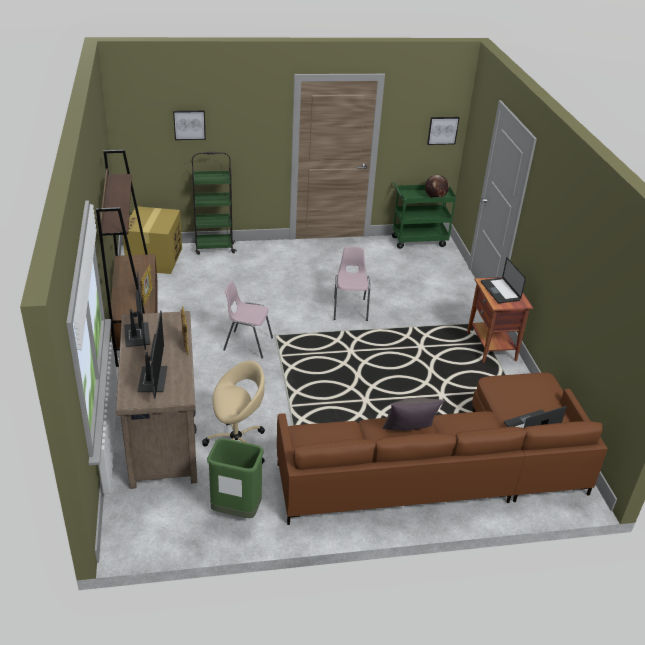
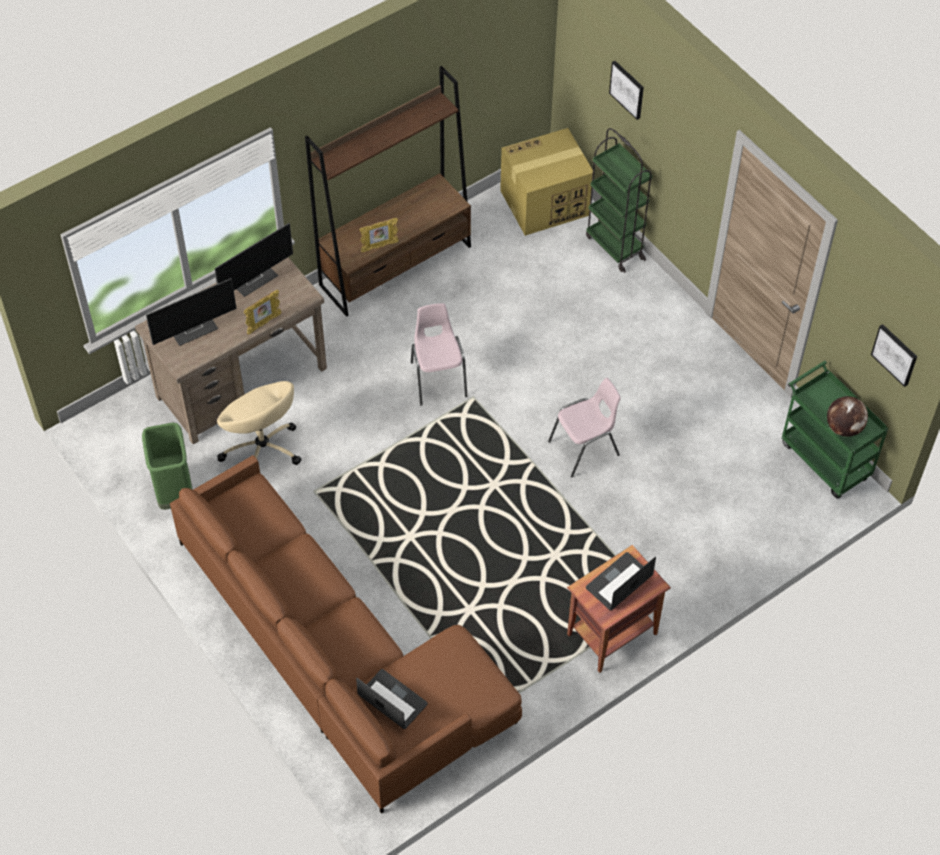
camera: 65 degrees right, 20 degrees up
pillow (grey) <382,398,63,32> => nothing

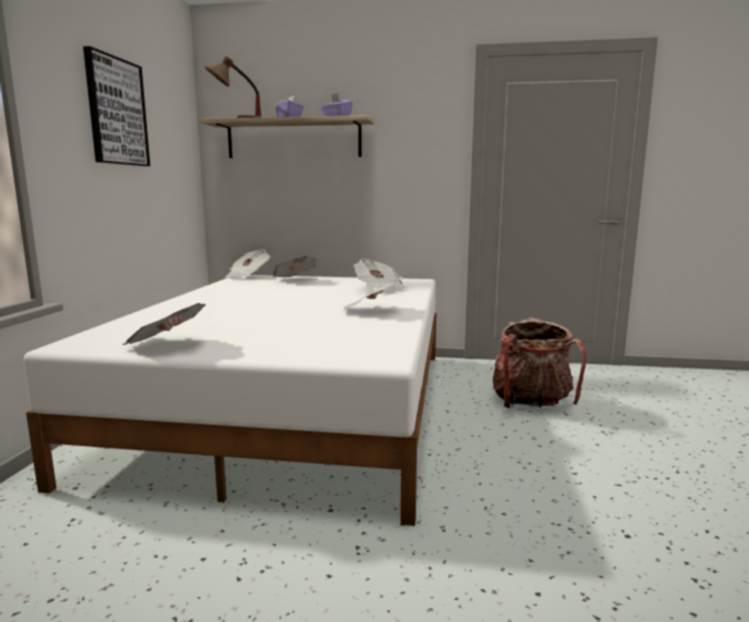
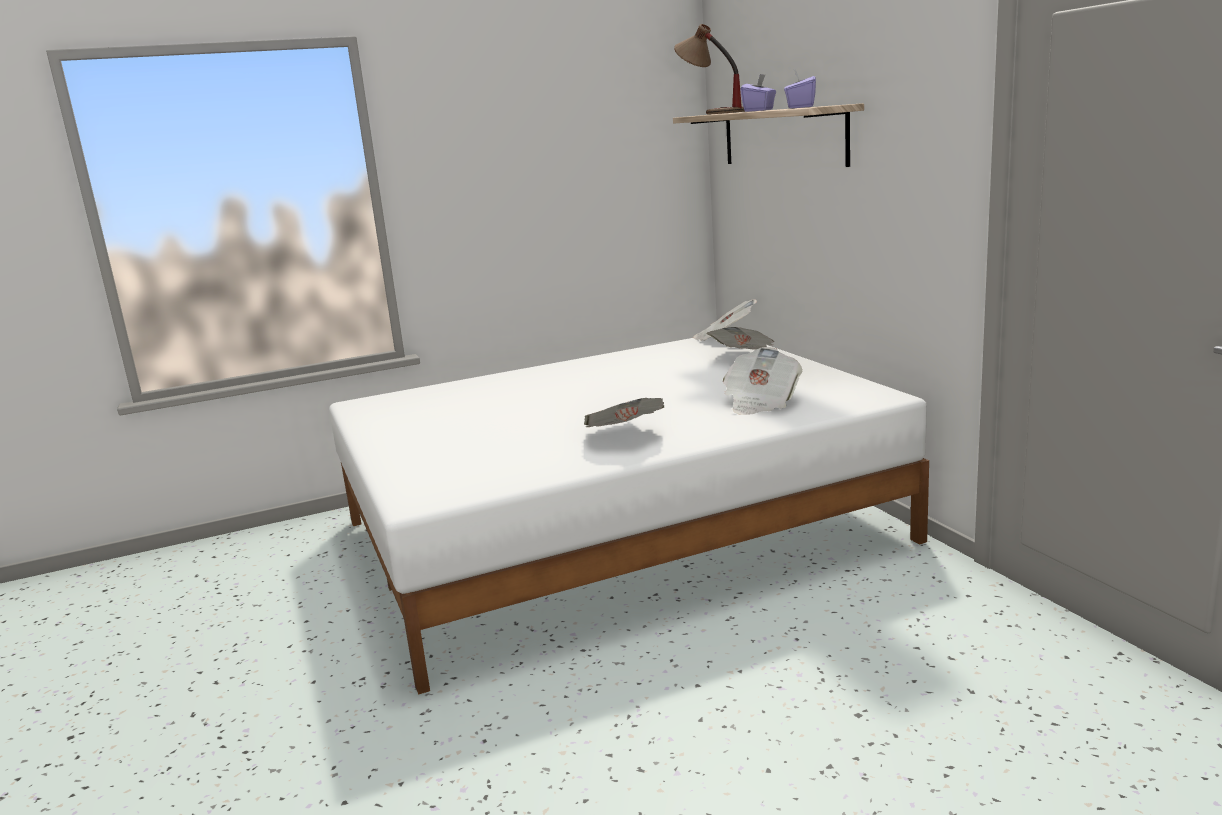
camera: 60 degrees right, 5 degrees up
picture <83,46,67,120> => nothing
newspaper <122,303,84,42> => nothing
backpack <493,318,93,90> => nothing

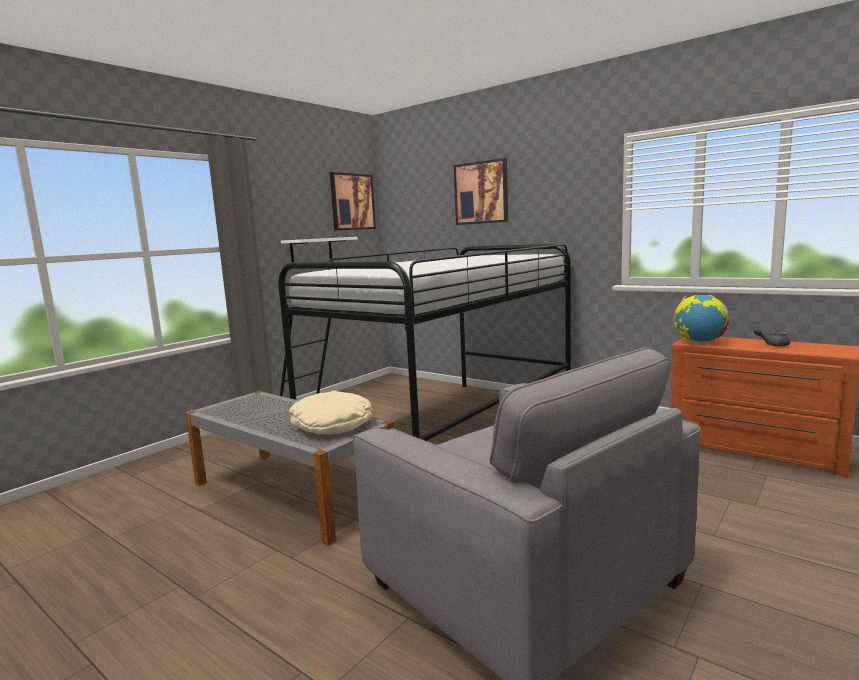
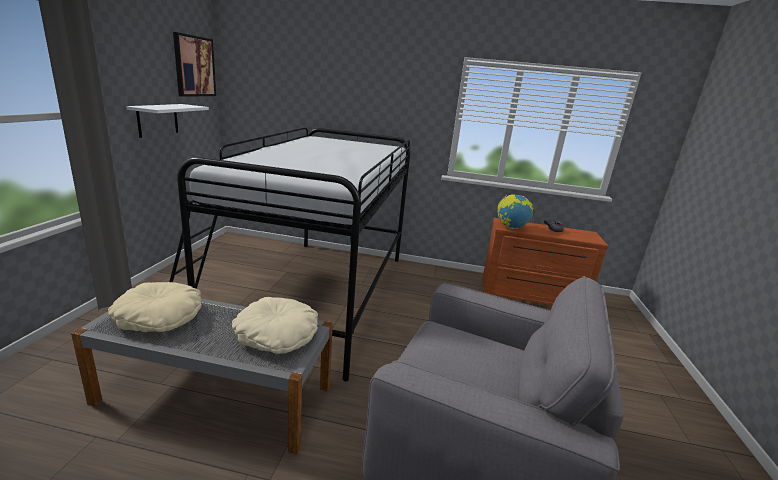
camera: 30 degrees left, 10 degrees up
picture <454,158,54,67> => nothing
nothing => pillow (beige) <108,282,94,50>

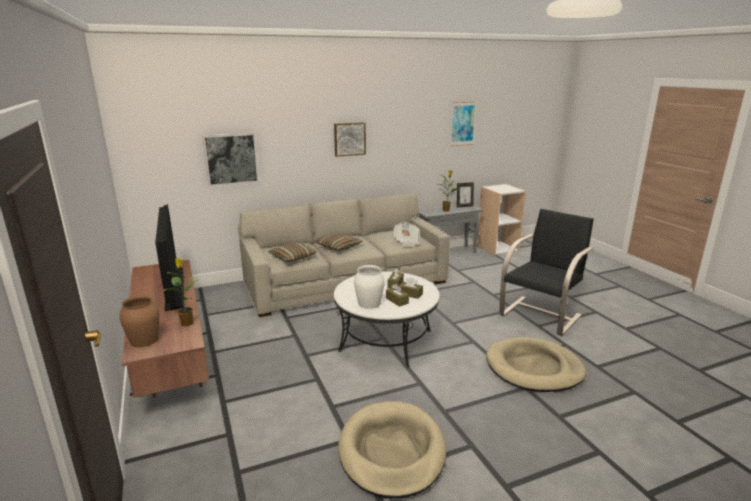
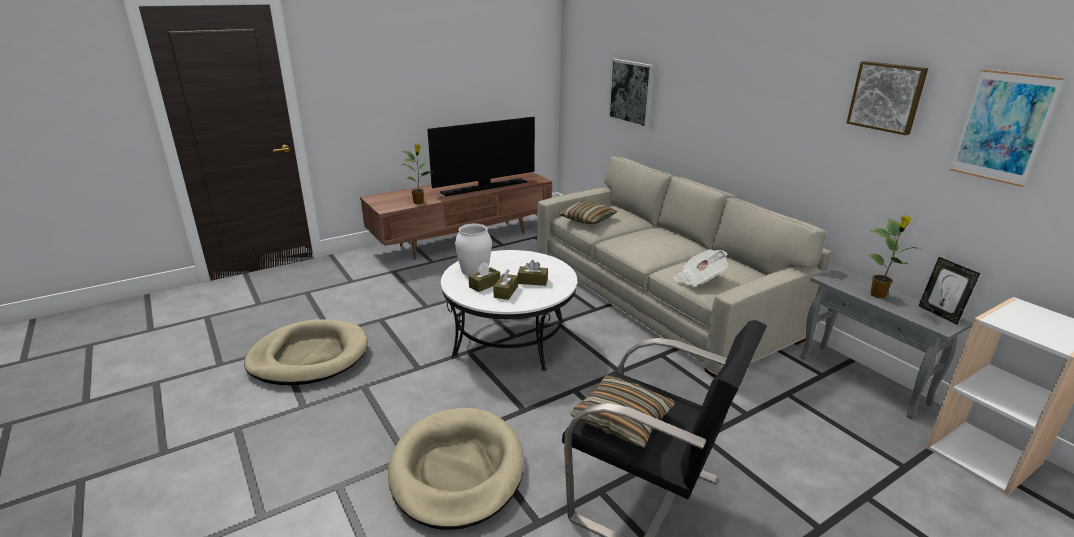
camera: 80 degrees right, 5 degrees up
vase (brown) <119,295,40,52> => nothing
pillow <316,233,47,18> => pillow <570,375,106,72>, moved
picture <334,122,32,35> => picture <847,61,81,74>, moved

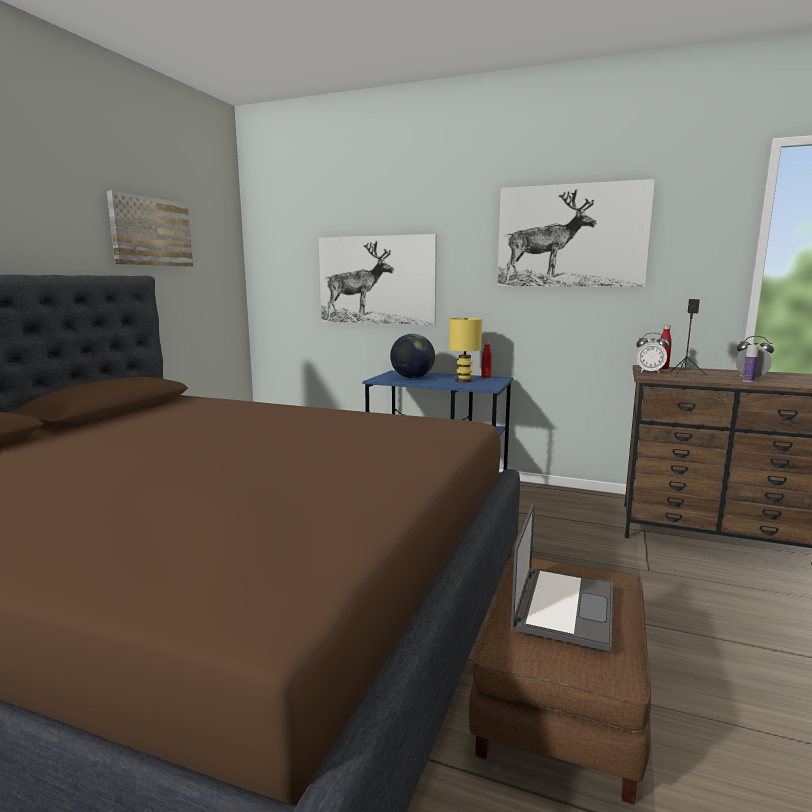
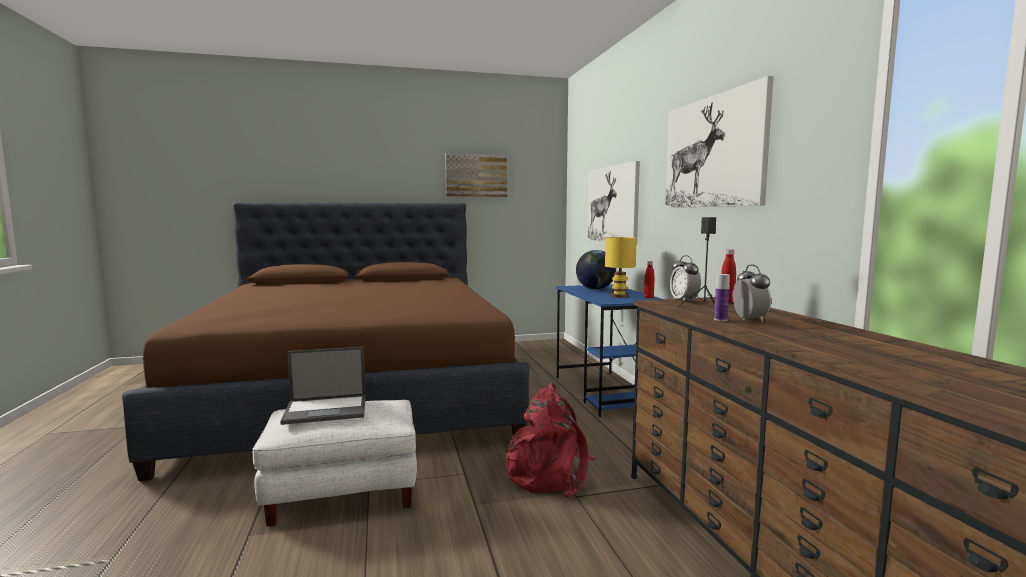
camera: 55 degrees right, 5 degrees down
nothing => backpack (red) <505,383,91,115>
ottoman (brown) <469,556,182,249> => ottoman (white) <253,400,164,126>

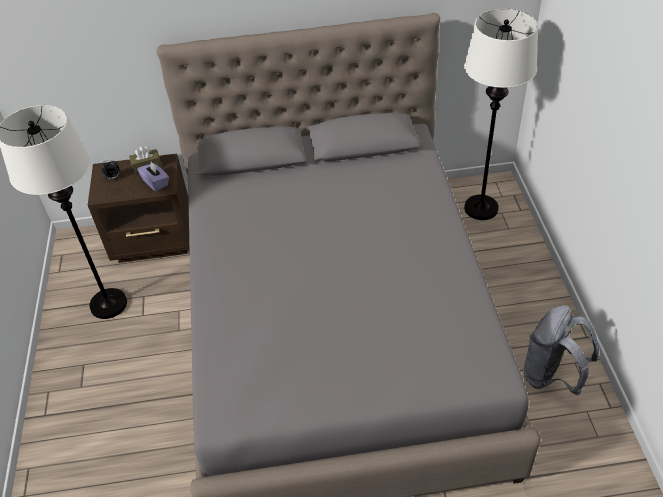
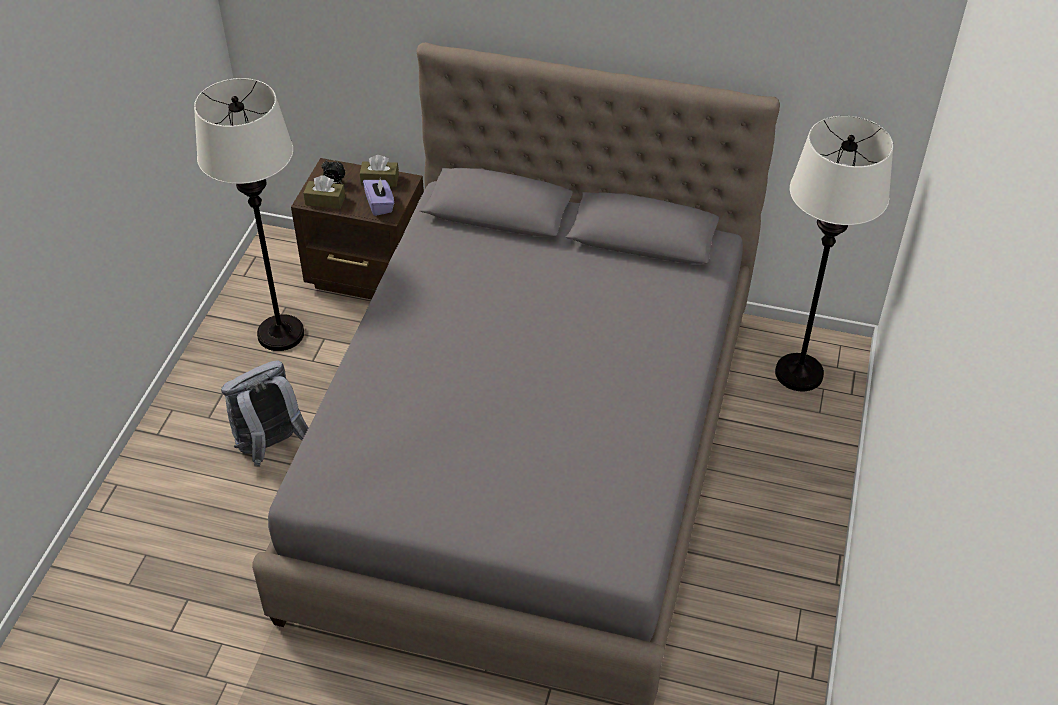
camera: 20 degrees right, 0 degrees up
nothing => tissue box (brown) <303,176,42,33>
backpack (grey) <524,305,75,90> => backpack (grey) <221,360,87,107>, moved

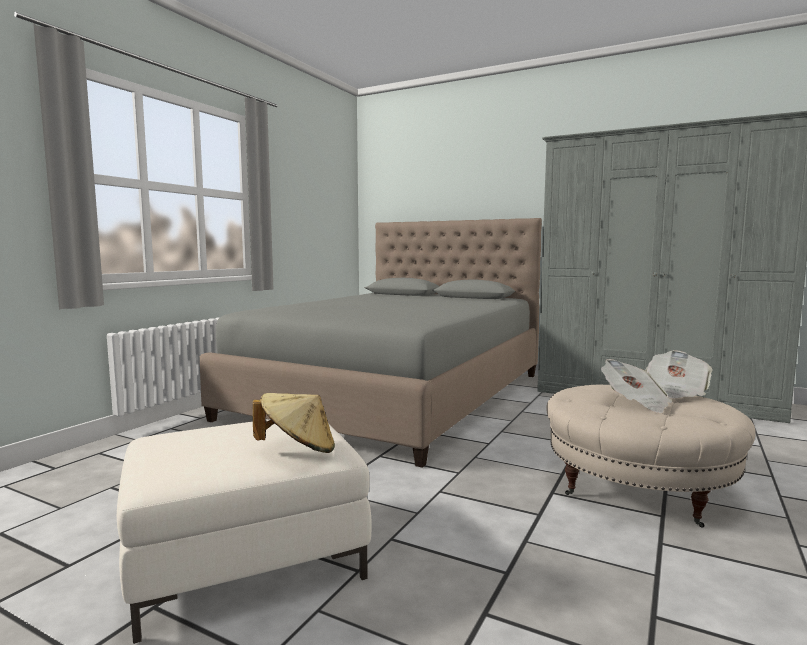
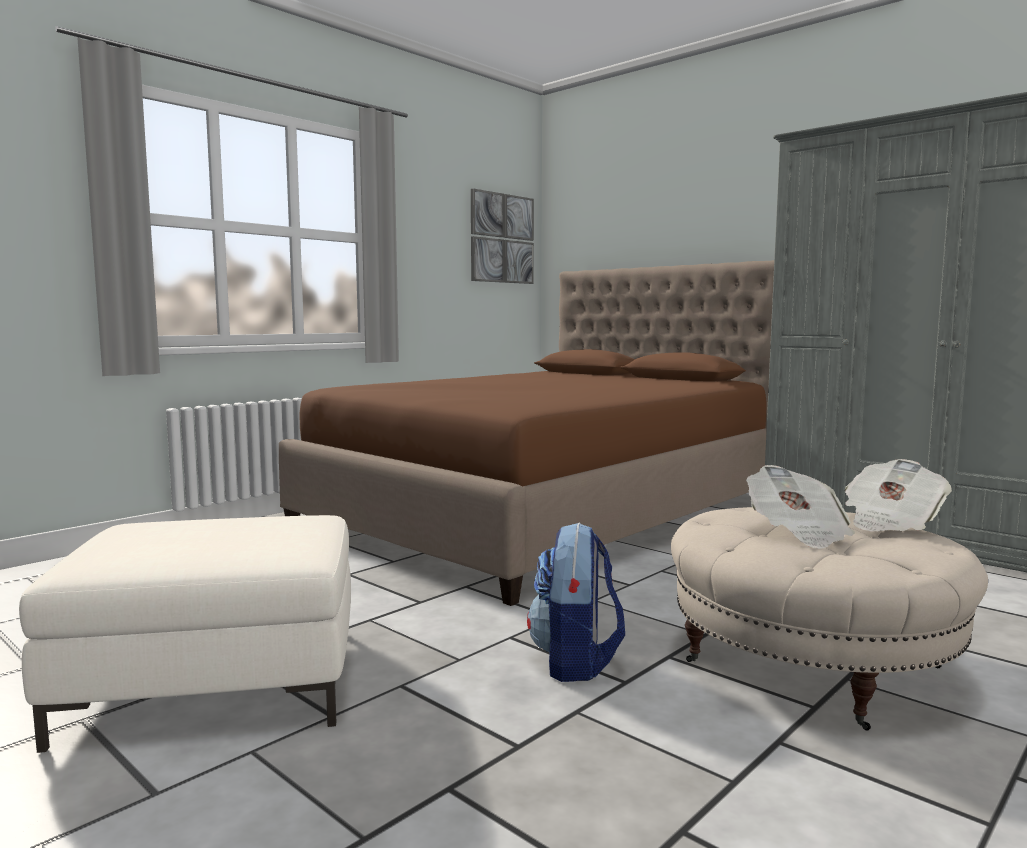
camera: 15 degrees right, 0 degrees up
hat (beige) <253,393,82,60> => nothing
nothing => picture <471,188,63,96>
nothing => backpack <527,523,98,159>
bed (grey) <200,218,342,250> => bed (brown) <279,260,495,346>

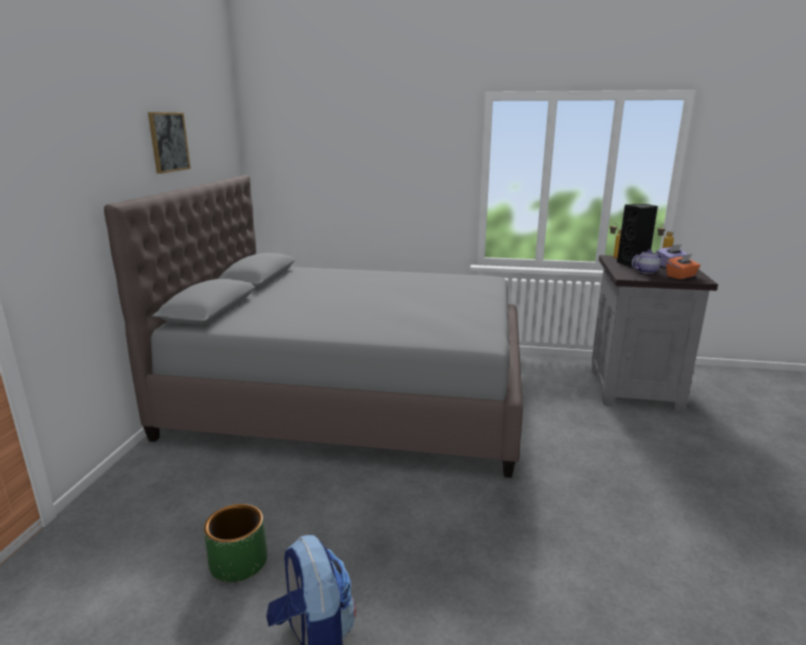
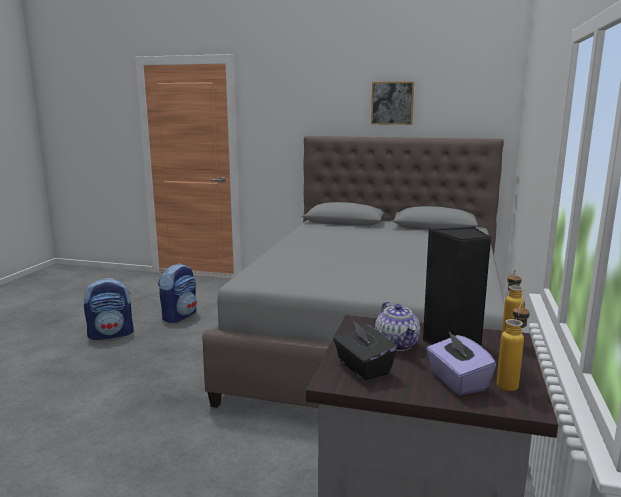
camera: 95 degrees right, 5 degrees down
planter (green) <204,504,63,78> => backpack <158,263,39,60>
tissue box (orange) <666,254,35,25> => tissue box (black) <333,319,64,61>

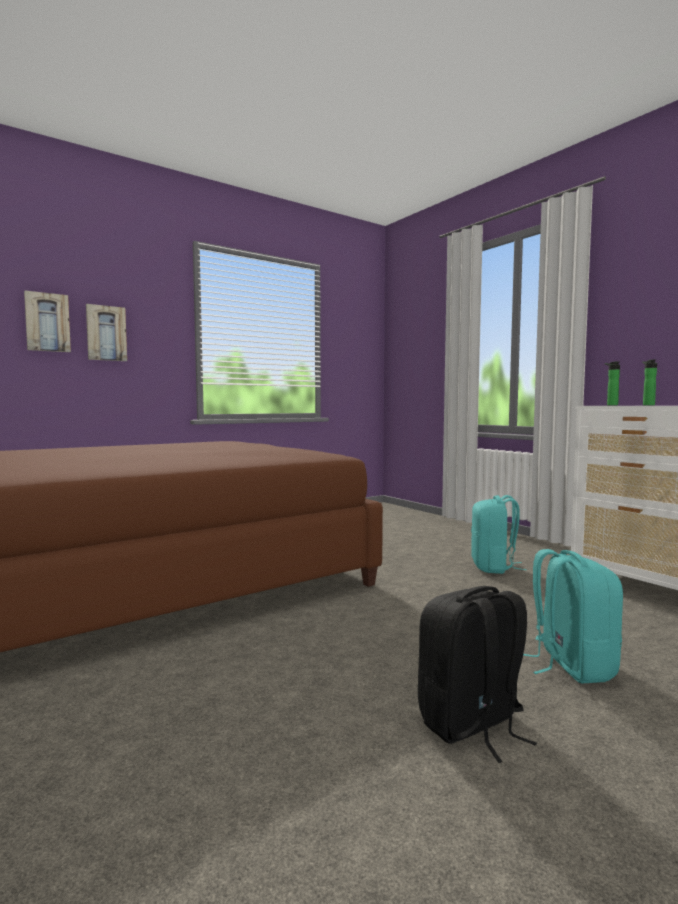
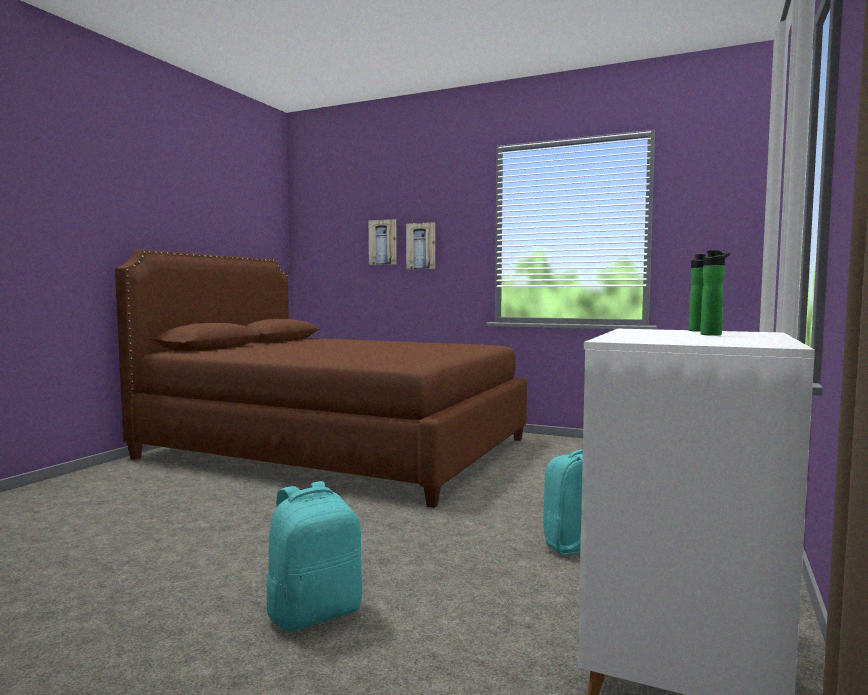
camera: 60 degrees right, 0 degrees up
backpack (black) <418,586,119,177> => nothing

